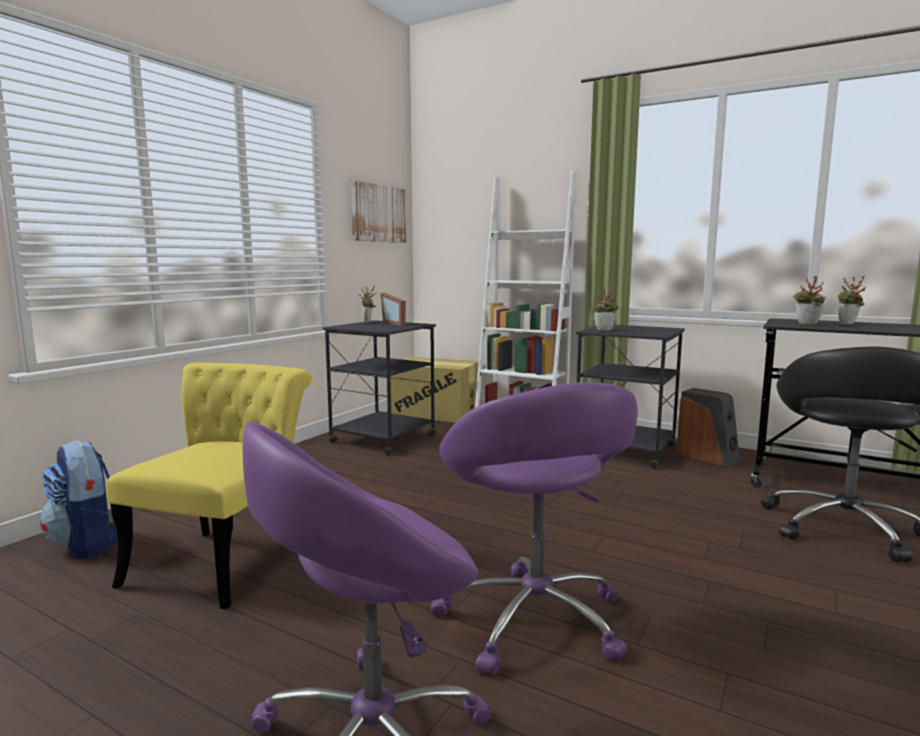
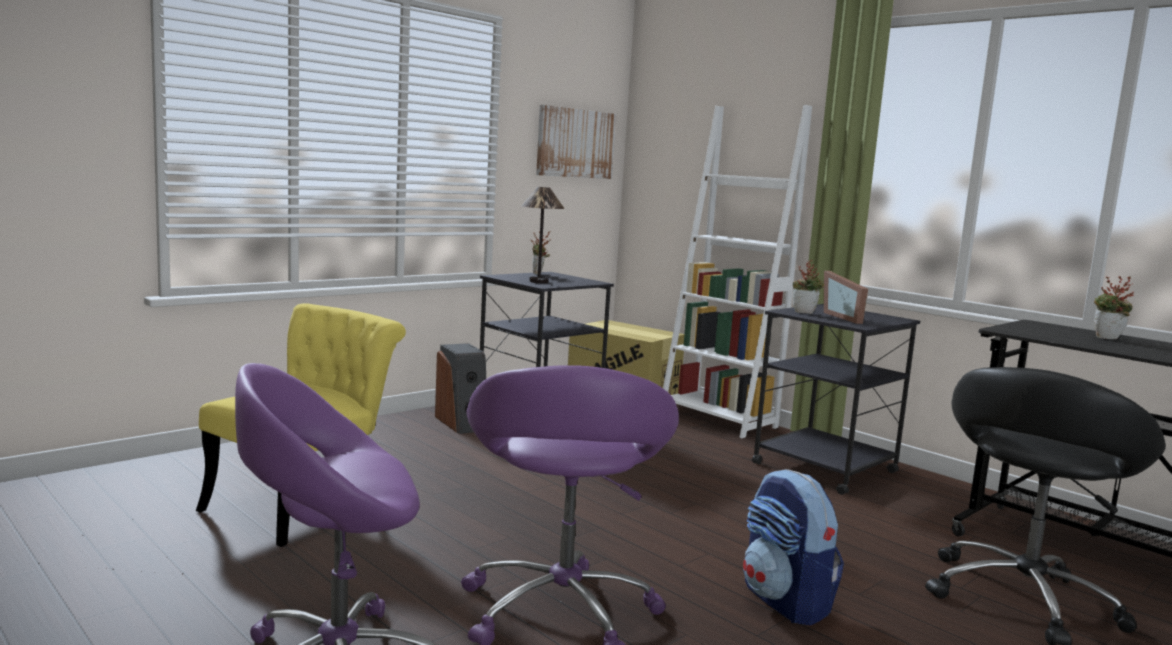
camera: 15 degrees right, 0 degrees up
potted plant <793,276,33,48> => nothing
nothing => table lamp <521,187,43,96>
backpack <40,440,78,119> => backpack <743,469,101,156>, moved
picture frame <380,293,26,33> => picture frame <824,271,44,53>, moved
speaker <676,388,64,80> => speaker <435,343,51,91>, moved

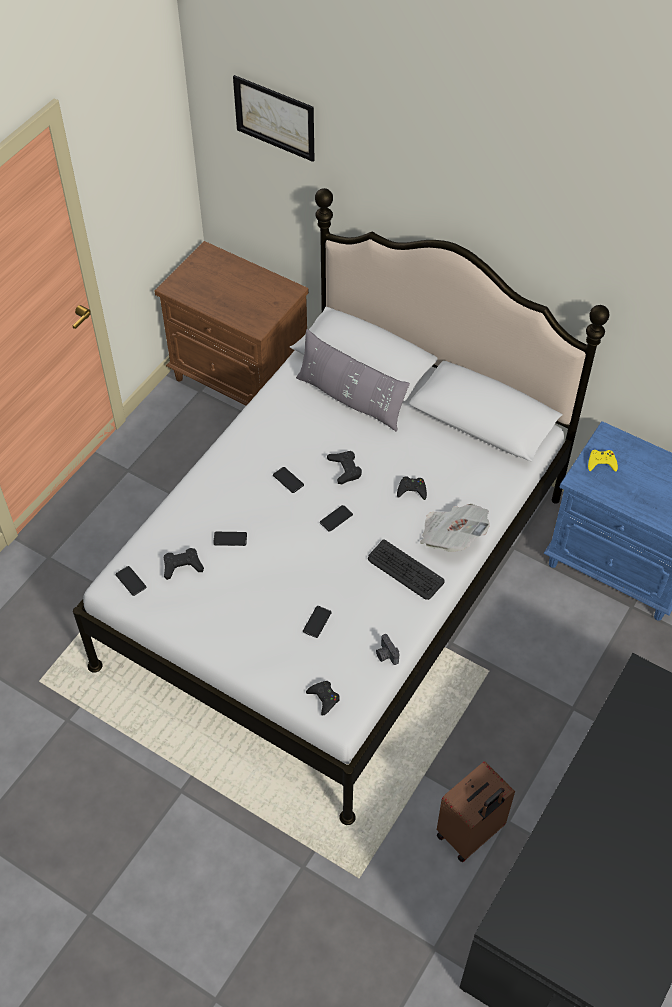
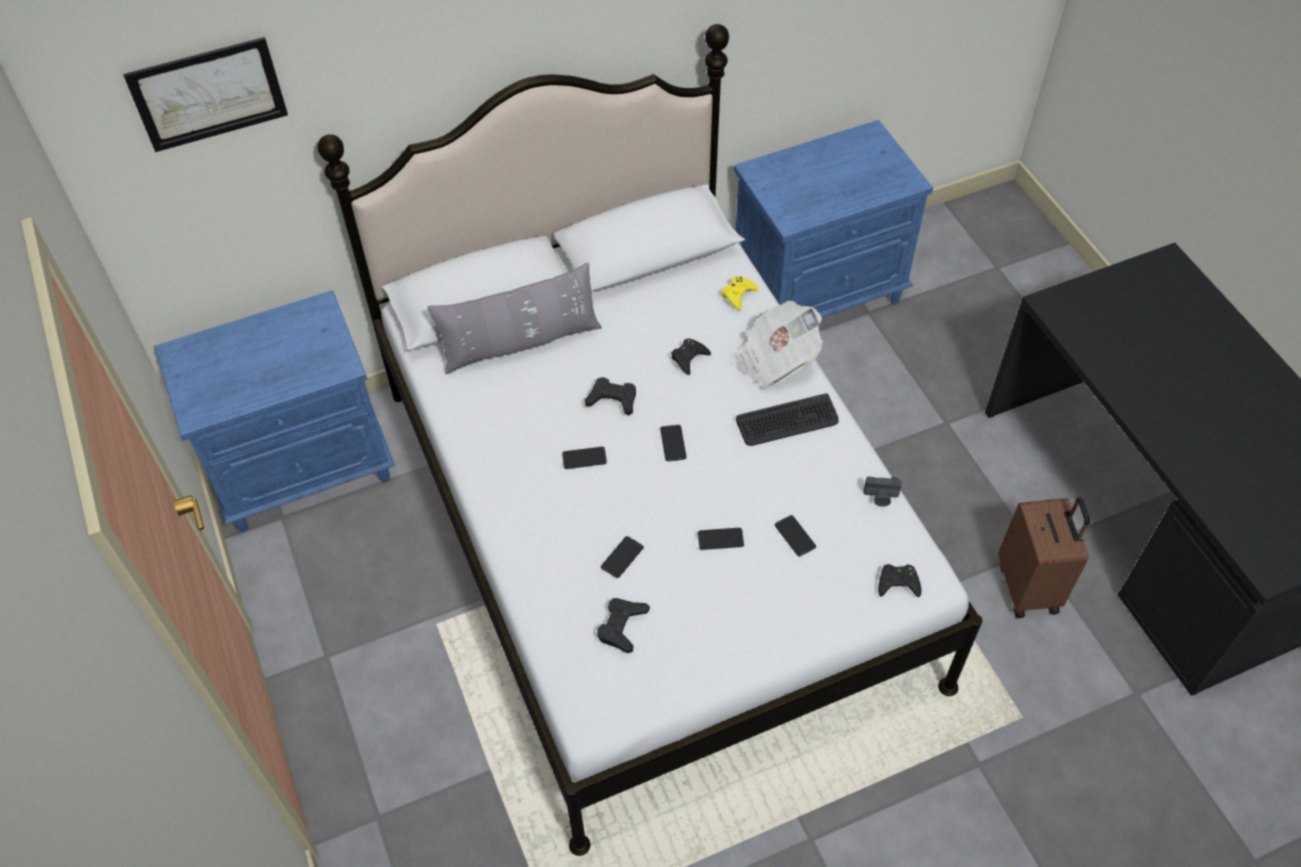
camera: 55 degrees left, 0 degrees up
phone <116,566,30,30> => phone <698,528,46,22>, moved
game controller (yellow) <588,450,30,22> => game controller (yellow) <722,276,37,35>, moved
nightstand (brown) <155,241,154,165> => nightstand (blue) <155,290,240,242>

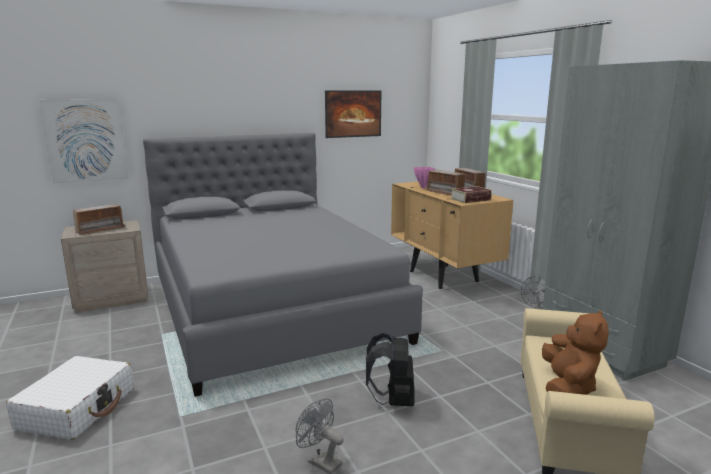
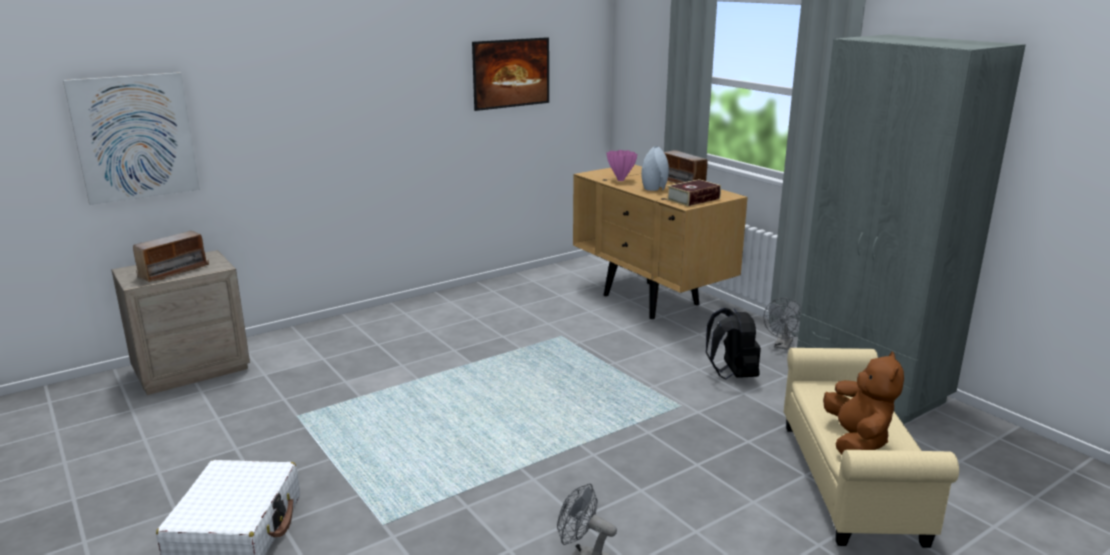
camera: 10 degrees left, 5 degrees up
bed (grey) <143,133,280,264> => nothing
backpack (black) <366,333,48,73> => backpack (black) <706,308,55,72>, moved
radio <426,170,41,26> => vase (grey) <642,146,27,45>

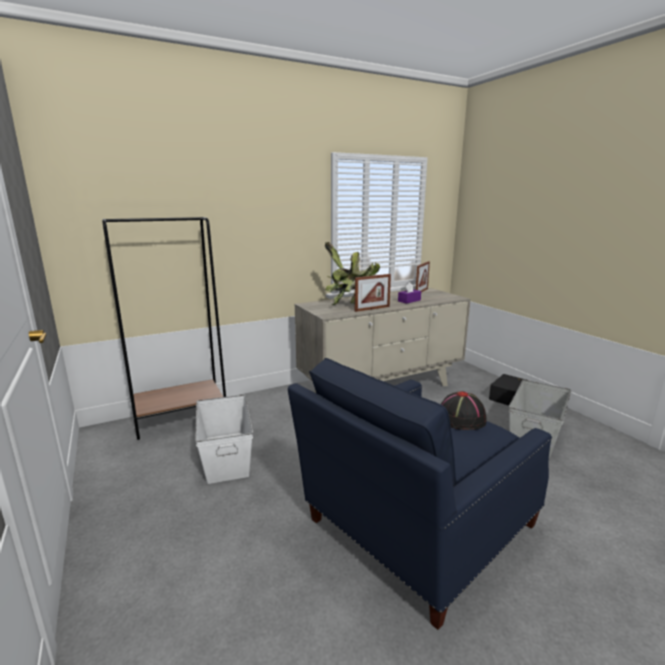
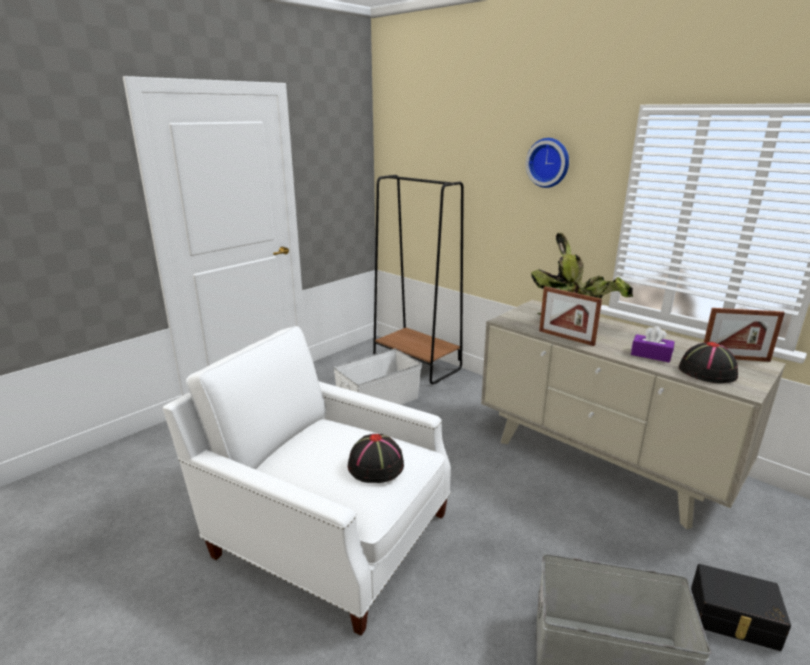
camera: 70 degrees right, 5 degrees up
nothing => wall clock <526,138,43,50>
nothing => hat (black) <679,342,59,41>
armchair (blue) <288,358,264,272> => armchair (white) <163,326,288,310>

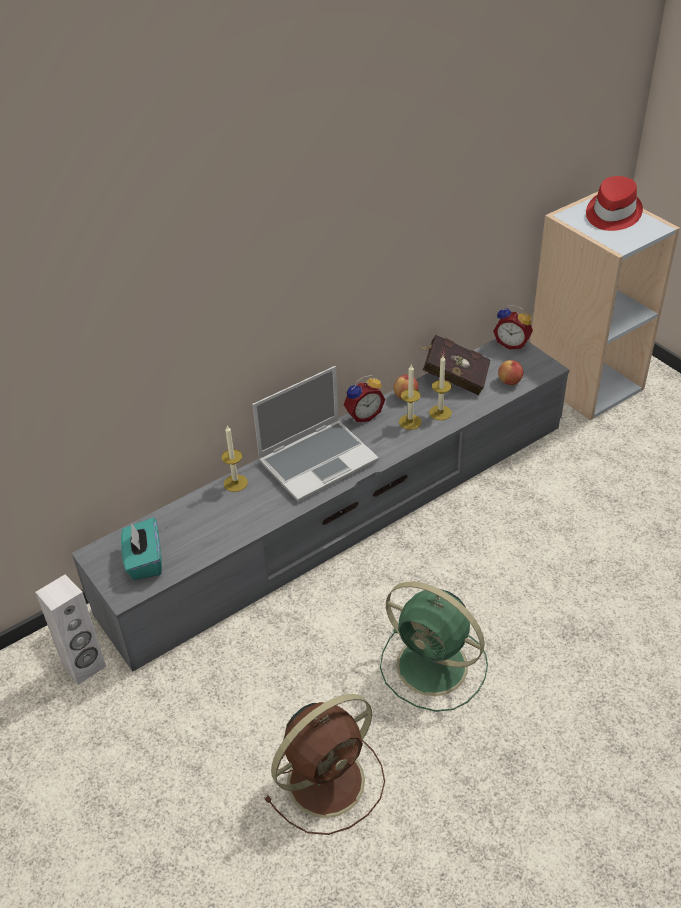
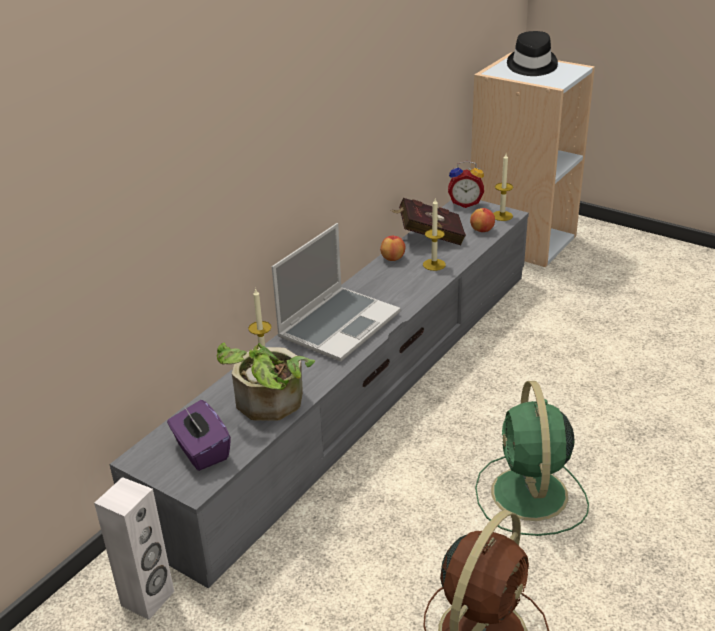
camera: 20 degrees left, 10 degrees down
alarm clock <344,375,41,47> => nothing
nothing => potted plant <217,342,98,79>
candle <399,365,23,65> => candle <493,154,20,67>, moved
tissue box (turquoise) <121,518,41,62> => tissue box (purple) <167,400,64,71>
hat (red) <586,176,57,55> => hat (black) <507,31,51,45>
fan (green) <380,582,108,130> => fan (green) <475,381,114,155>, 75 degrees clockwise

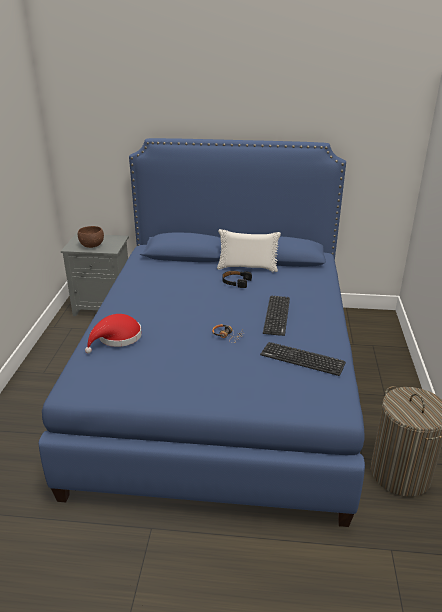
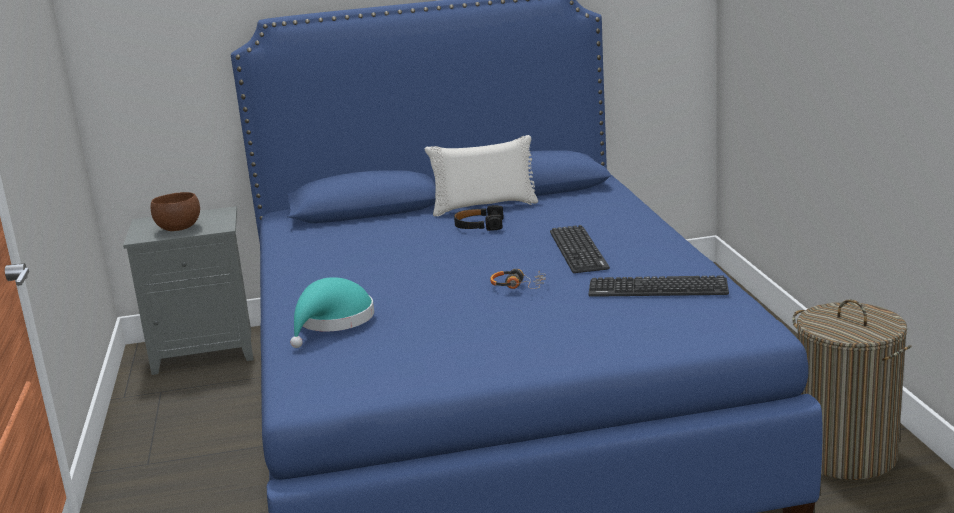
camera: 15 degrees left, 10 degrees down
hat (red) <85,314,57,39> => hat (turquoise) <290,277,84,71>

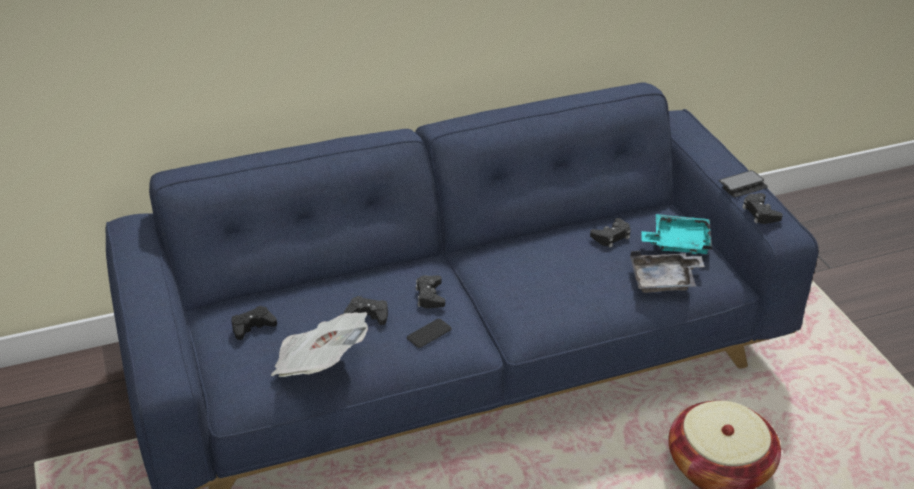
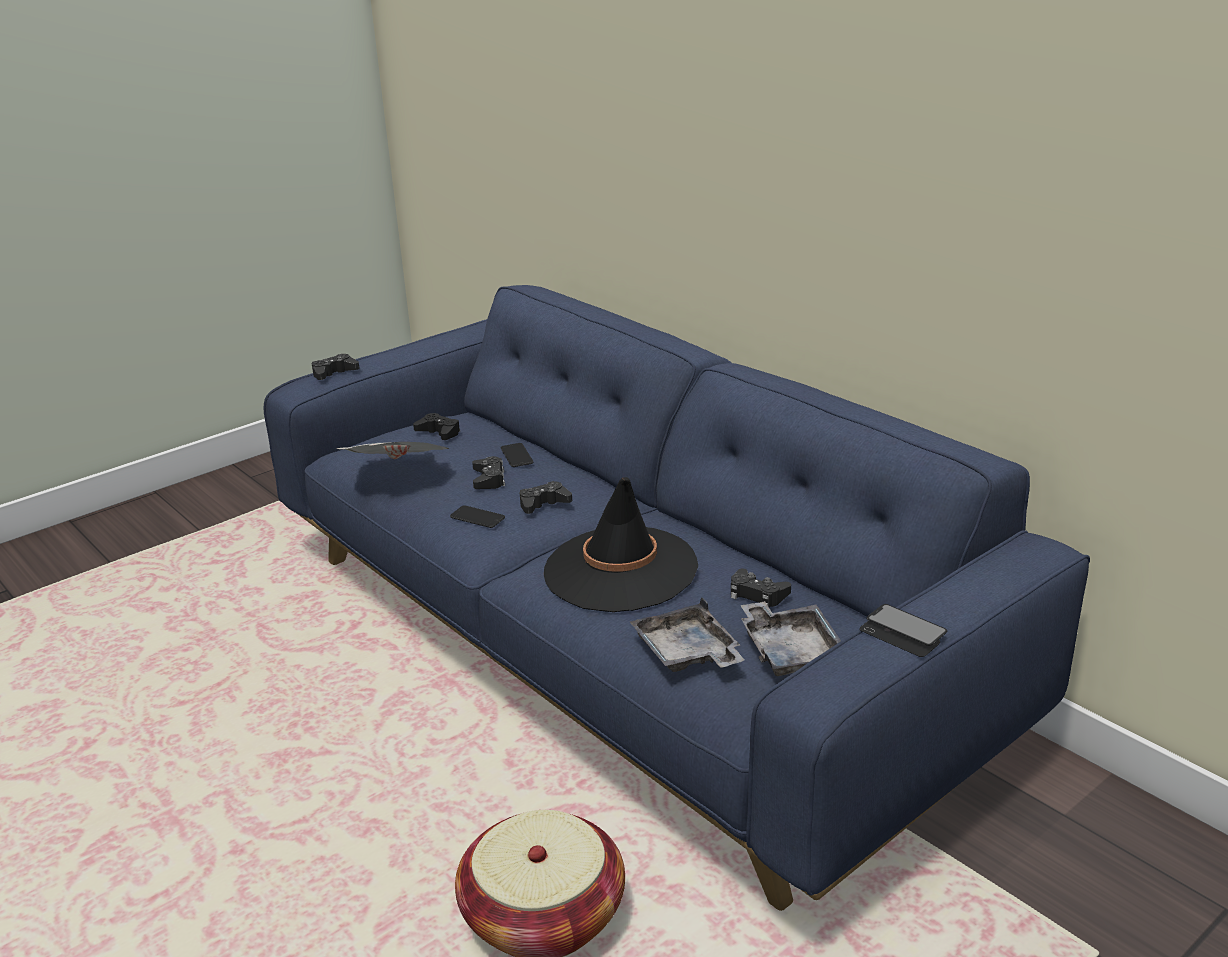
camera: 70 degrees right, 10 degrees down
nothing => phone <501,443,32,24>
nothing => hat (black) <544,477,154,135>
game controller (black) <742,193,41,31> => game controller (black) <312,354,47,26>, moved
tray (turquoise) <641,214,71,40> => tray (grey) <740,601,101,75>

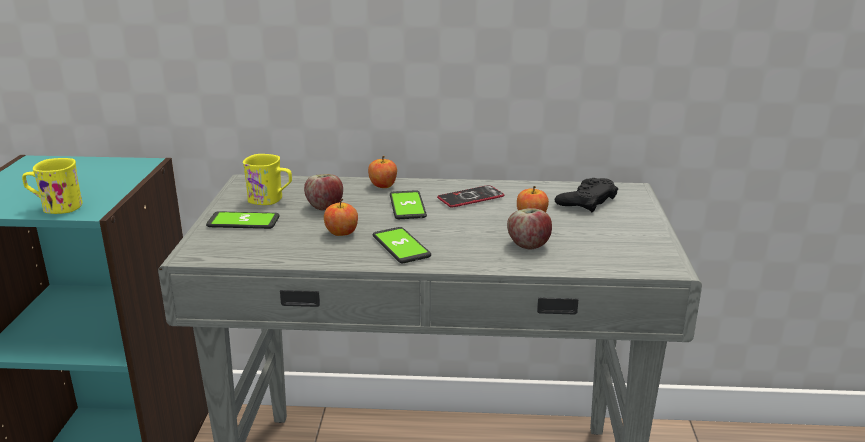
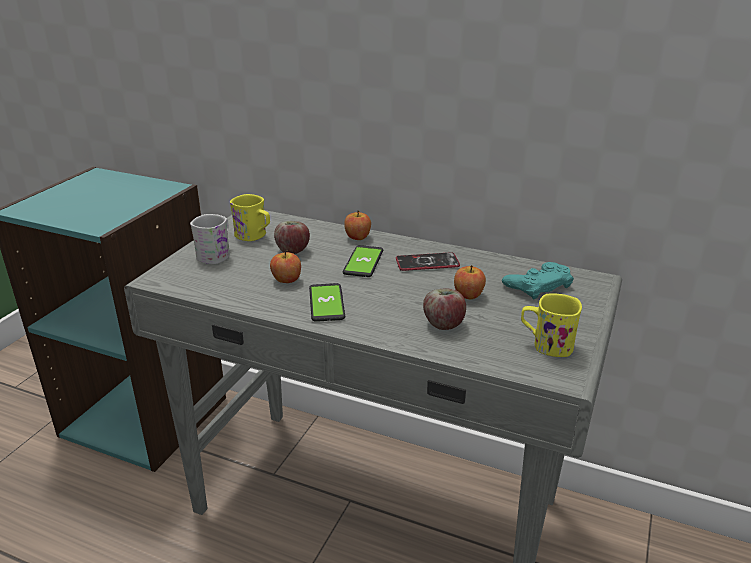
camera: 20 degrees right, 5 degrees up
mug (yellow) <22,158,61,56> => mug (yellow) <521,293,61,64>, moved
phone <206,211,74,18> => mug (white) <190,214,40,50>
game controller (black) <555,178,63,34> => game controller (turquoise) <502,262,72,37>

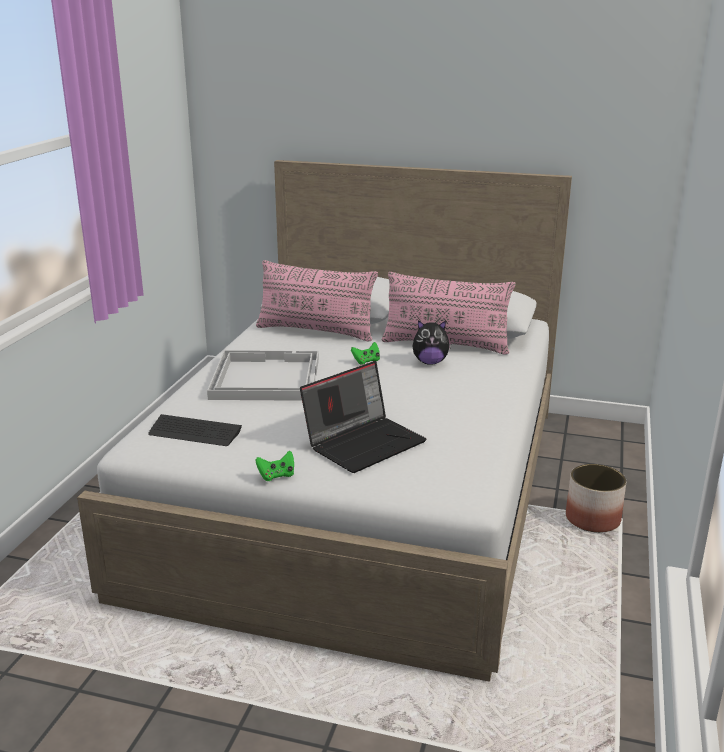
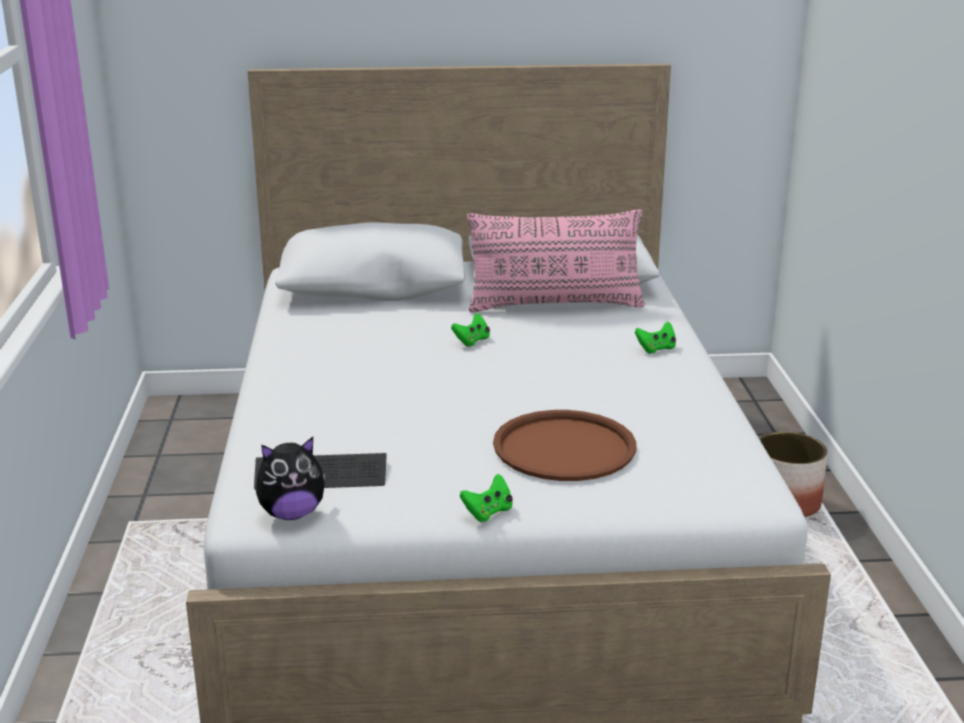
camera: 20 degrees left, 0 degrees up
tray (white) <207,350,112,51> => nothing
pillow (pink) <256,260,122,81> => nothing
nothing => game controller (green) <635,322,41,31>
plush toy <412,320,39,45> => plush toy <256,437,70,83>, moved
laptop <300,361,127,112> => tray (brown) <493,410,143,71>

